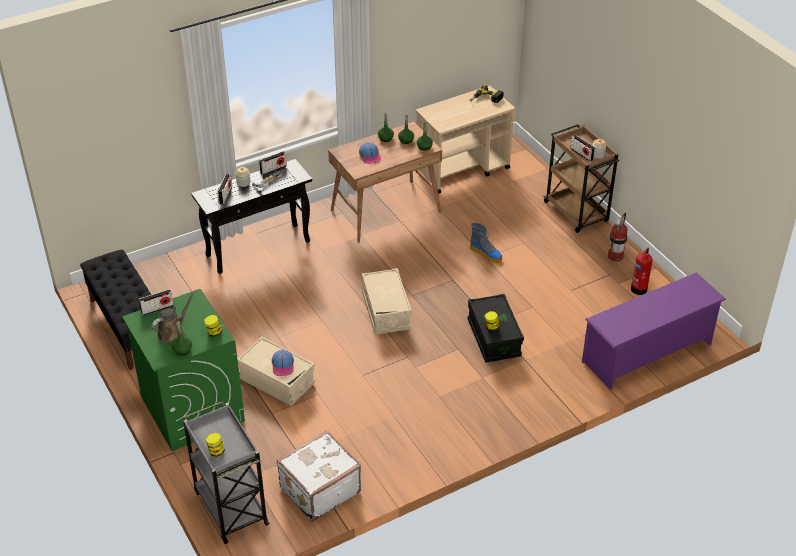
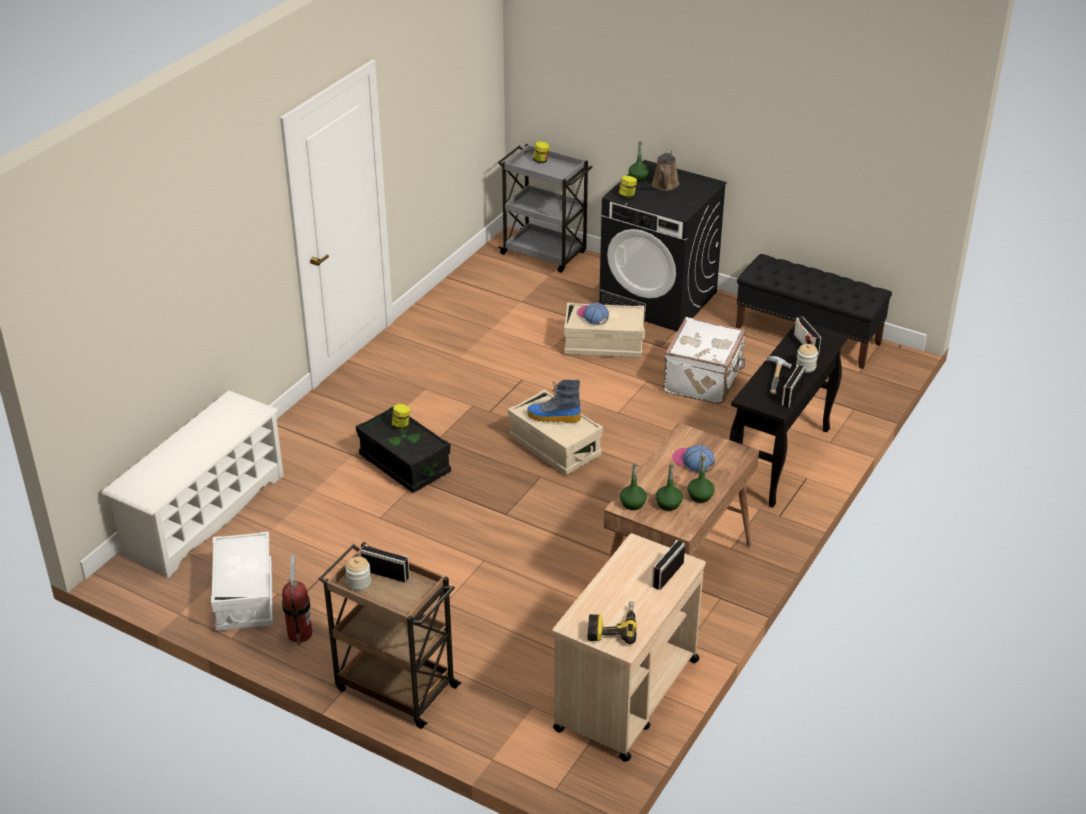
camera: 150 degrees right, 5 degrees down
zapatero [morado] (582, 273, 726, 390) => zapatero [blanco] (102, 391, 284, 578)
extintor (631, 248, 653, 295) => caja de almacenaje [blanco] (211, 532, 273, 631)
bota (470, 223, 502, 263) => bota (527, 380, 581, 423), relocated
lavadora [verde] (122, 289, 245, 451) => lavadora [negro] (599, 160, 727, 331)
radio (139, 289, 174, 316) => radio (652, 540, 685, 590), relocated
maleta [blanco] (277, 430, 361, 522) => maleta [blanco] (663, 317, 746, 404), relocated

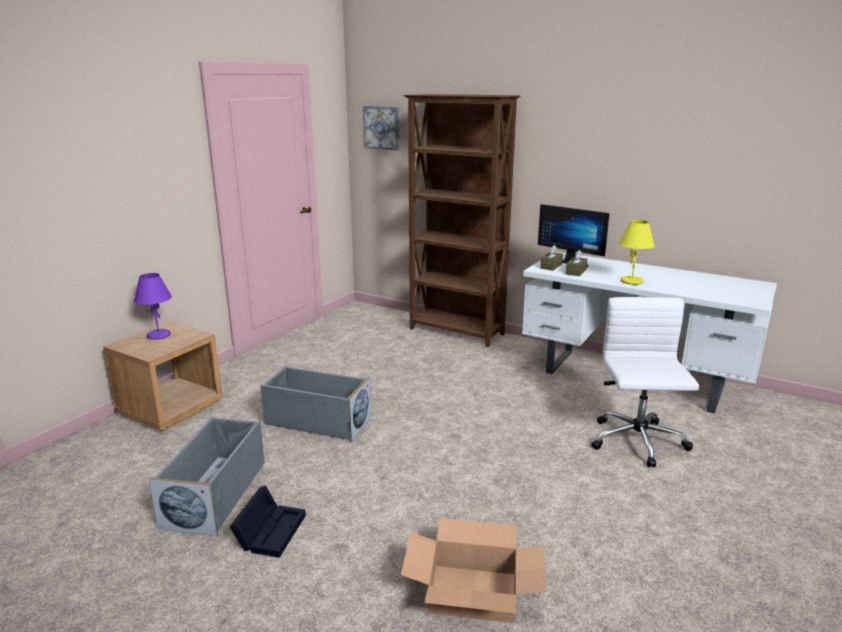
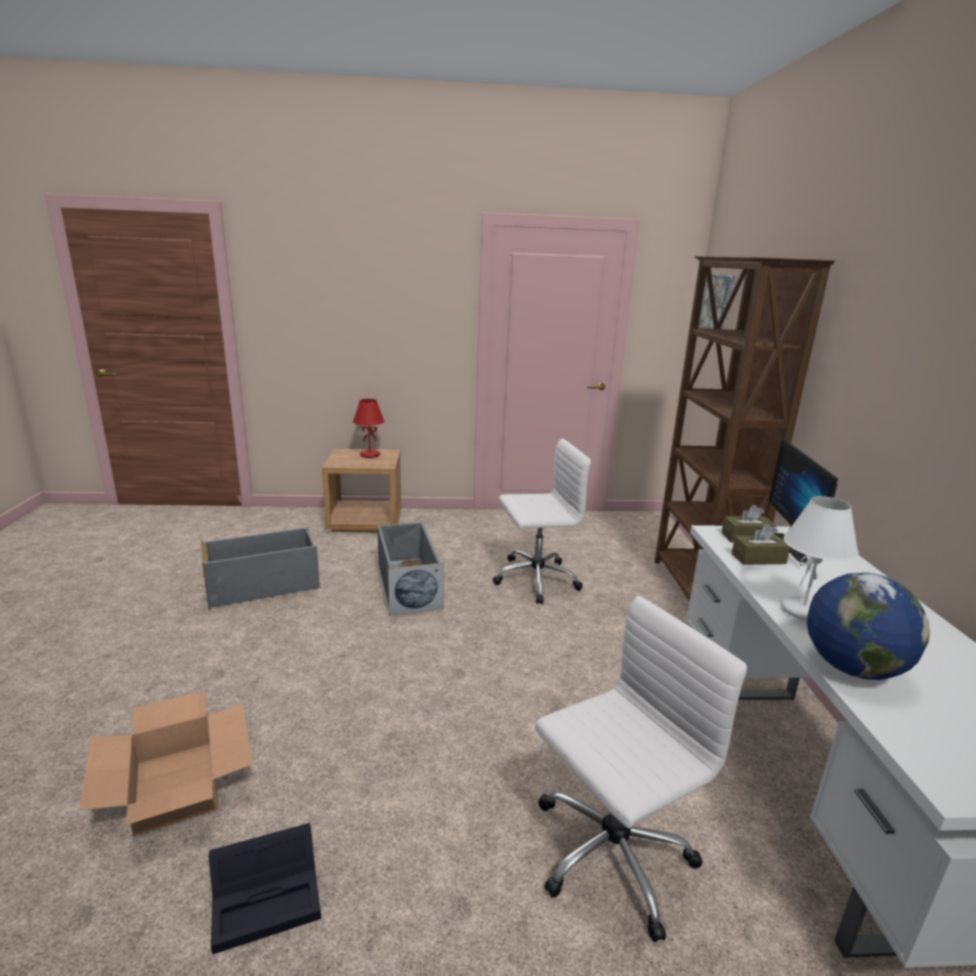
camera: 55 degrees right, 0 degrees up
caja de almacenaje [negro] (229, 485, 306, 558) => caja de almacenaje [negro] (209, 823, 321, 955), relocated
lámpara de mesa [morado] (134, 273, 172, 340) => lámpara de mesa [rojo] (353, 399, 385, 458)
nothing => silla de oficina [blanco] (493, 439, 591, 604)
lámpara de mesa [amarillo] (619, 220, 655, 285) => lámpara de mesa [blanco] (781, 496, 859, 621)
nothing => globo terráqueo (807, 572, 930, 680)

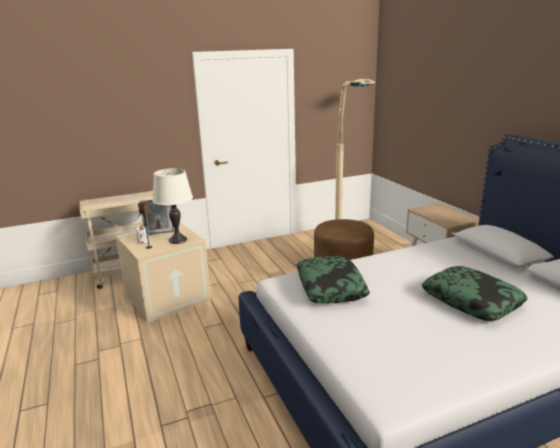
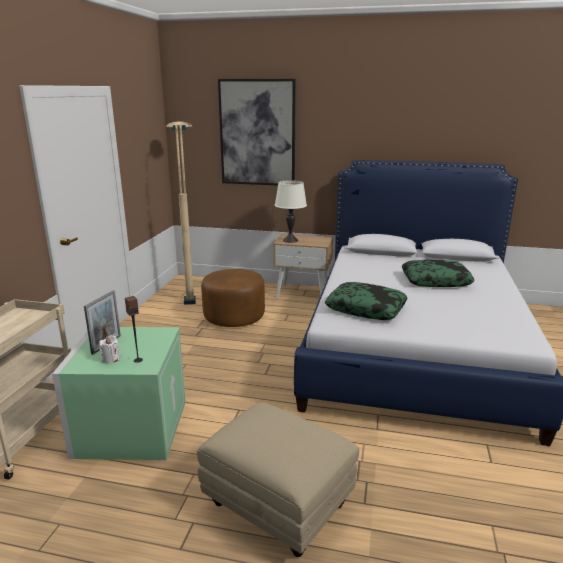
camera: 55 degrees left, 0 degrees up
caja de almacenaje [beis] (116, 223, 211, 323) => caja de almacenaje [verde] (52, 327, 186, 460)
nothing => puf [beis] (197, 402, 359, 557)
nothing => cuadro (218, 79, 296, 186)
lámpara de mesa [blanco] (152, 168, 193, 244) => lámpara de mesa [blanco] (275, 180, 307, 243), relocated

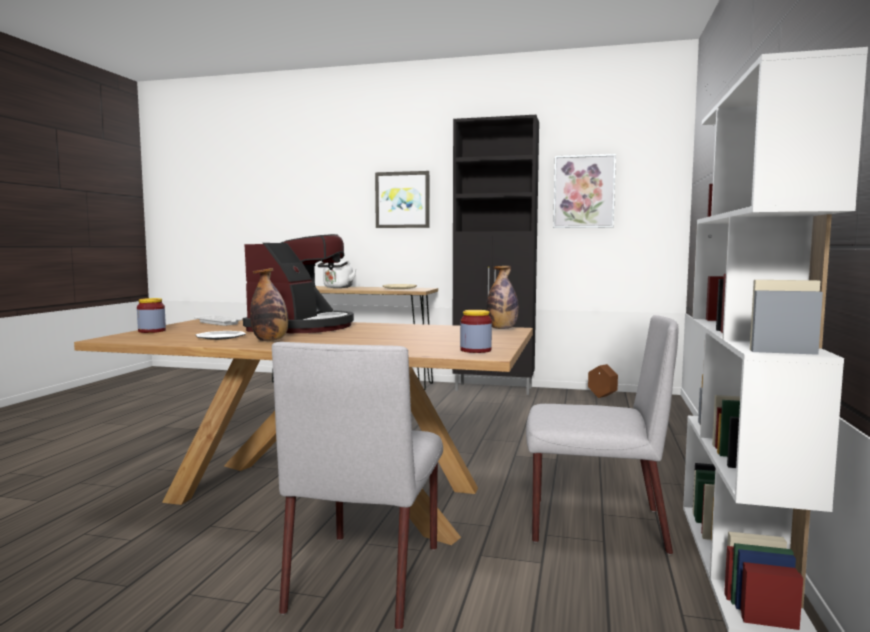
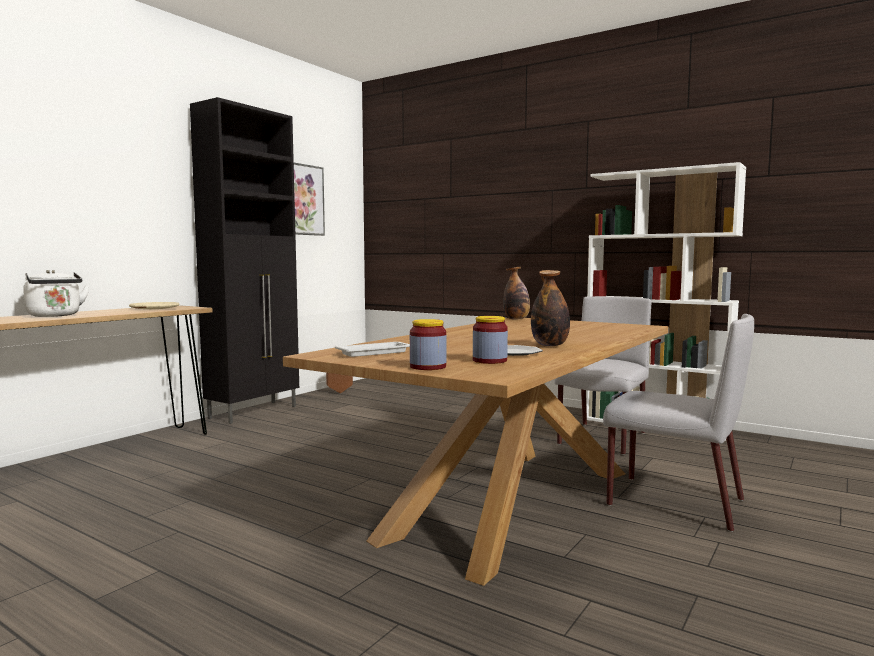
camera: 70 degrees left, 0 degrees up
tarro (460, 310, 492, 353) => tarro (473, 316, 508, 364), relocated
cafetera (243, 234, 354, 333) => nothing
cuadro (375, 171, 429, 228) => nothing

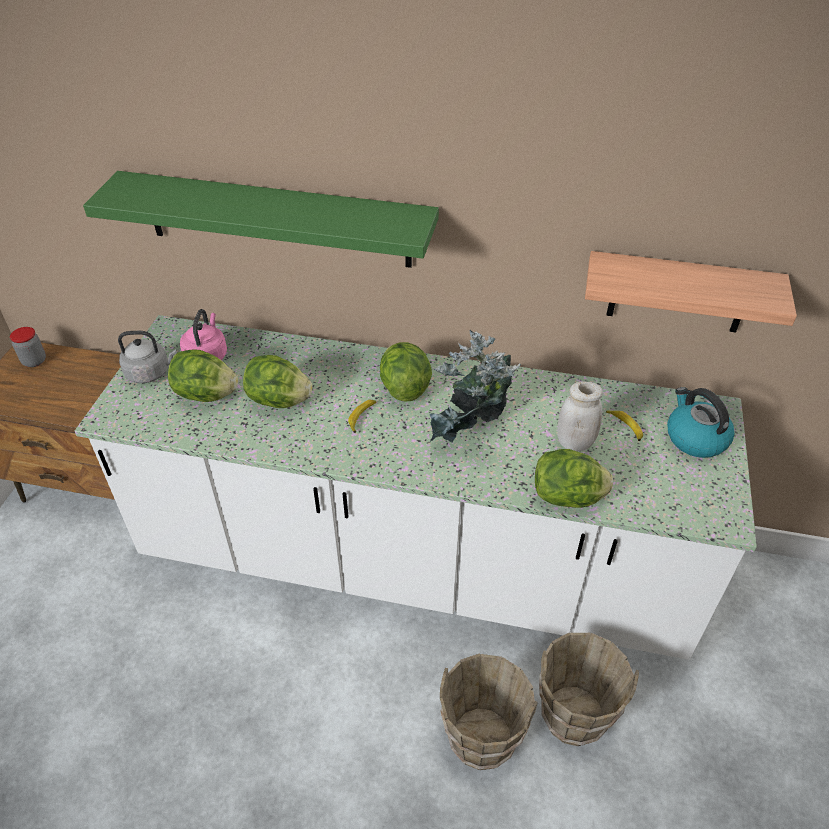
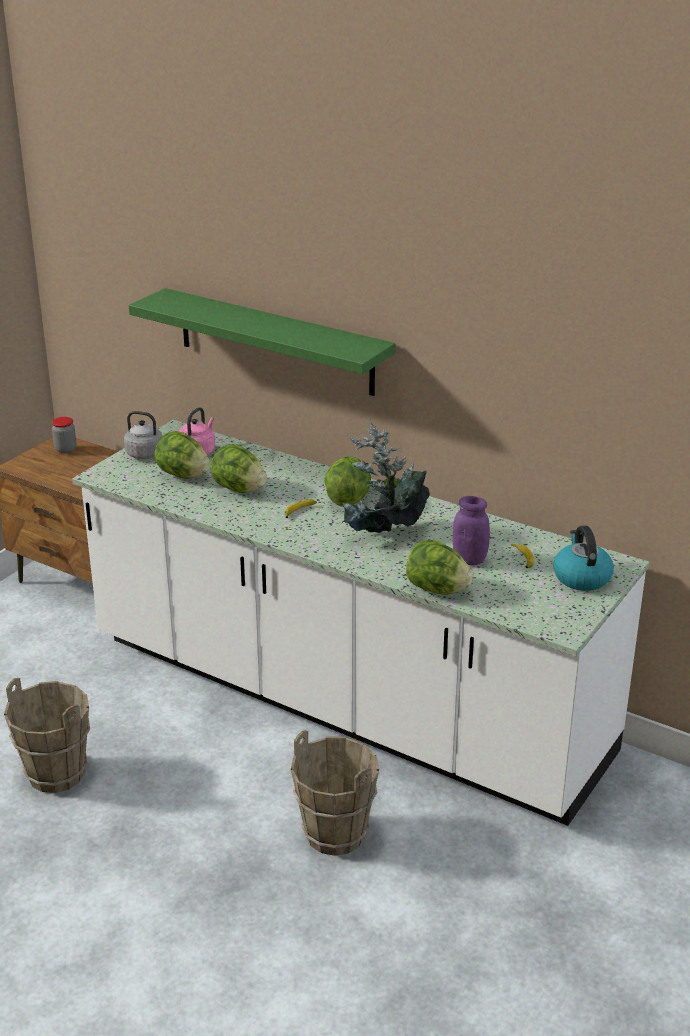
camera: 20 degrees right, 15 degrees down
cubo [marrón] (539, 633, 639, 746) => cubo [marrón] (4, 678, 90, 793), relocated
tarro [blanco] (557, 382, 603, 452) => tarro [morado] (452, 496, 490, 565)
estante (585, 251, 797, 333) => nothing

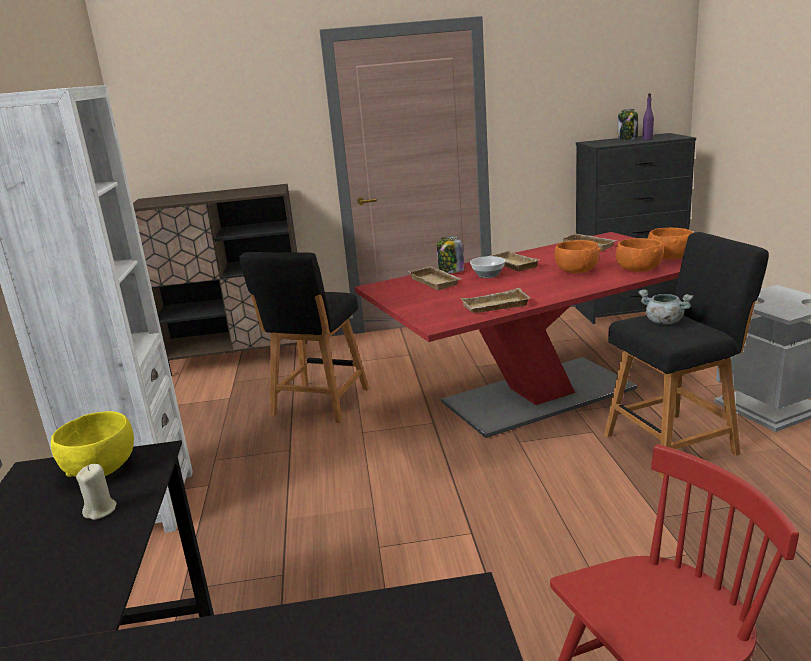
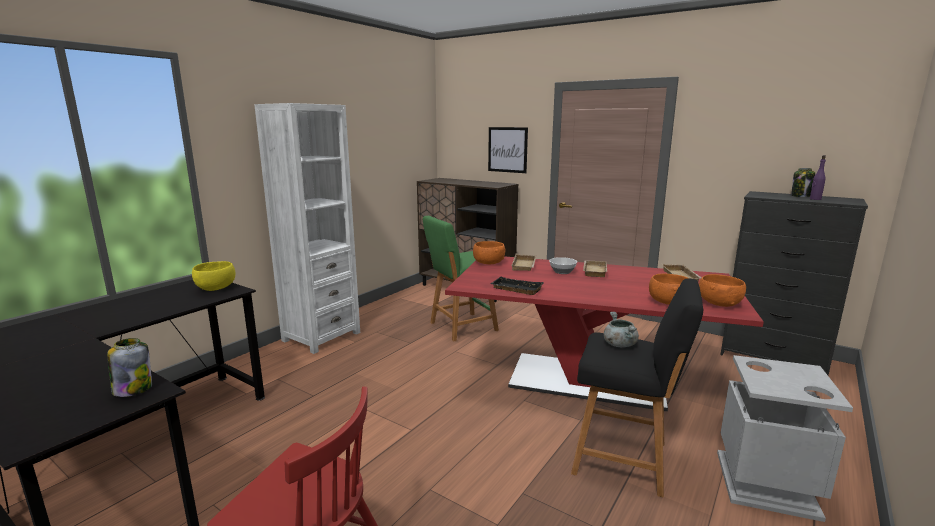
camera: 40 degrees right, 5 degrees down
tarro (437, 236, 465, 273) => tarro (107, 338, 152, 397), relocated
taburete [negro] (240, 252, 369, 423) => taburete [verde] (423, 216, 499, 341)
cuenco [naranja] (554, 240, 600, 273) => cuenco [naranja] (473, 241, 505, 264), relocated
nothing => cuadro (488, 127, 528, 173)
bandeja [beis] (461, 288, 531, 313) => bandeja [negro] (490, 277, 544, 295)
vela [beis] (76, 464, 117, 520) => nothing

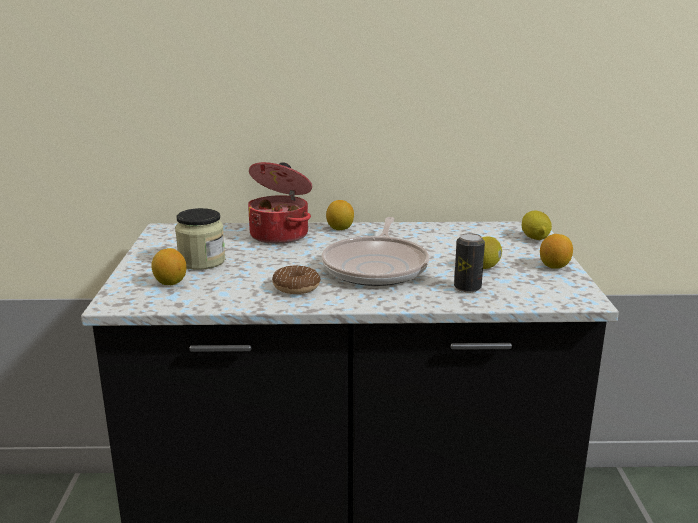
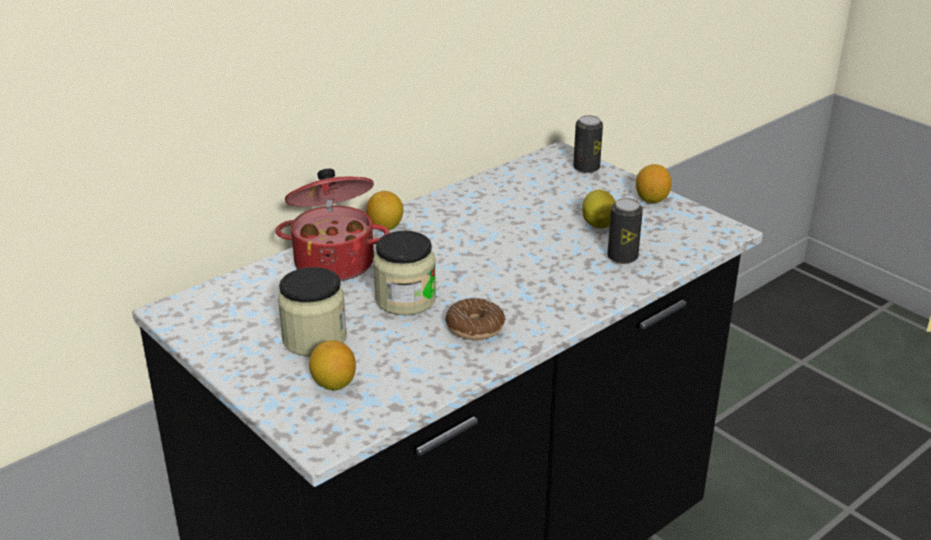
camera: 40 degrees left, 10 degrees up
nothing => tarro (373, 231, 436, 315)
limón (522, 211, 552, 240) => lata (573, 115, 603, 173)
sartén (322, 217, 429, 286) => nothing

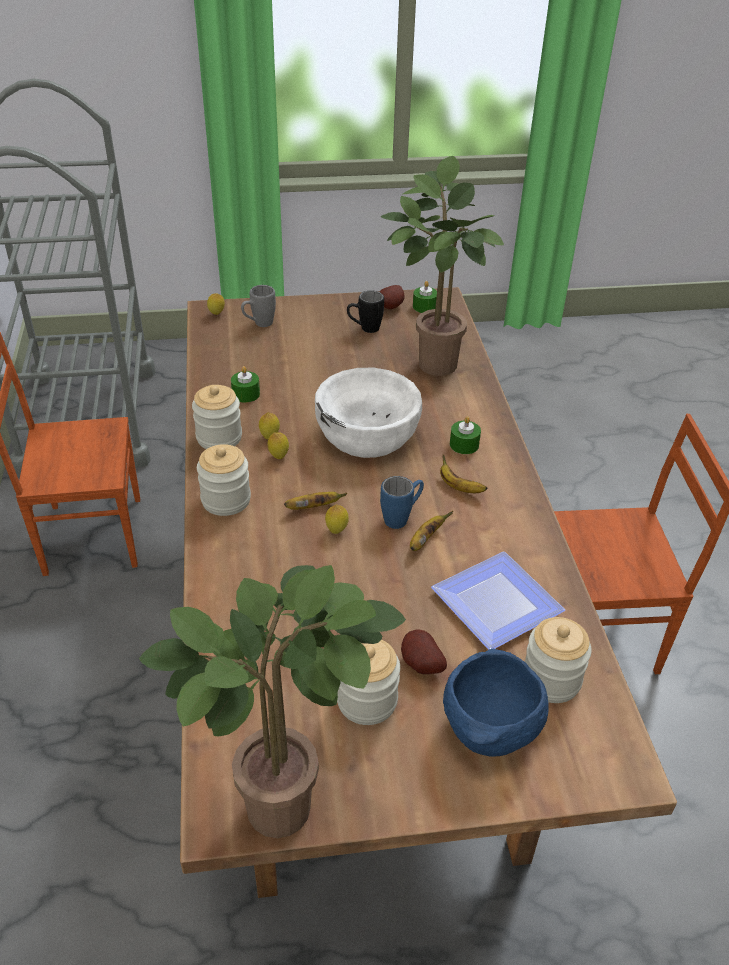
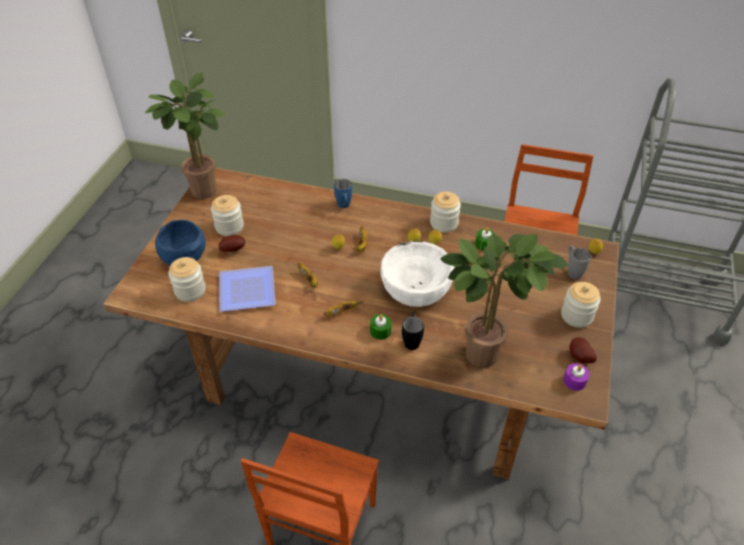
camera: 115 degrees right, 5 degrees up
taza grande [azul] (380, 476, 424, 529) => taza grande [azul] (334, 179, 352, 208), relocated
taza grande [negro] (347, 290, 384, 333) => taza grande [negro] (402, 312, 424, 350), relocated
tarro (197, 444, 251, 516) => tarro (561, 282, 601, 328), relocated
vela [verde] (413, 281, 437, 313) => vela [morado] (563, 363, 590, 391)

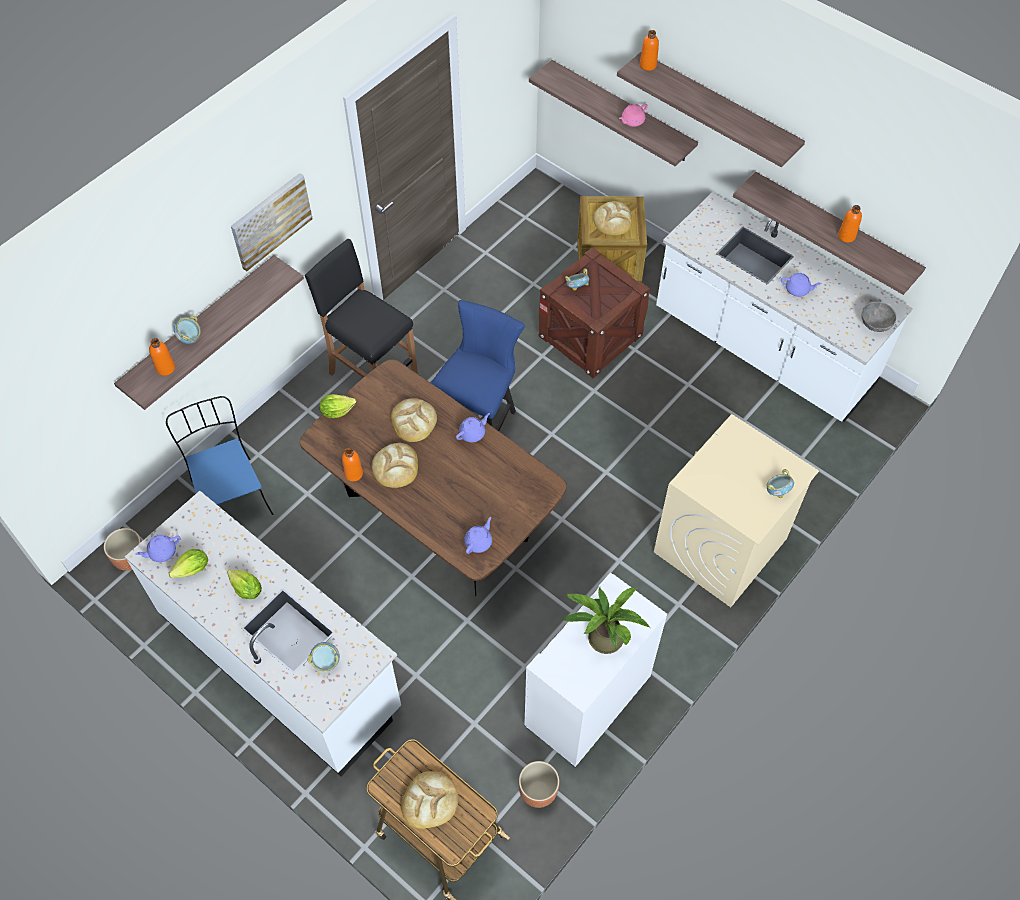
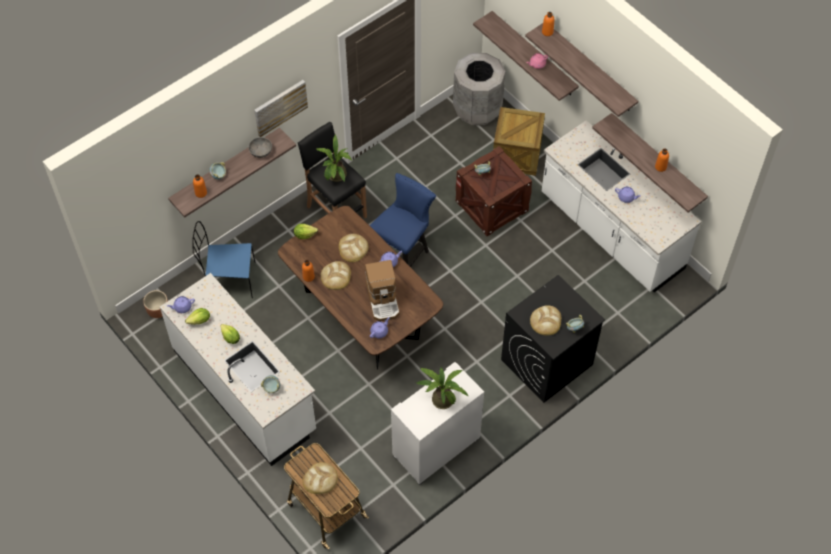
camera: 10 degrees right, 0 degrees up
silla [azul] (166, 396, 273, 515) => silla [azul] (192, 221, 256, 298), 75 degrees counterclockwise
cuenco [gris] (862, 301, 896, 332) => cuenco [gris] (249, 137, 272, 158), relocated
nothing => planta en maceta (316, 135, 352, 182)
nothing => cafetera (365, 260, 399, 321)
nothing => papelera [gris] (453, 53, 506, 125)
lavadora [beis] (654, 414, 819, 607) => lavadora [negro] (501, 275, 605, 403)
pan (593, 201, 632, 235) => pan (530, 305, 561, 336), relocated
maceta [marrón] (519, 761, 559, 808) => nothing

